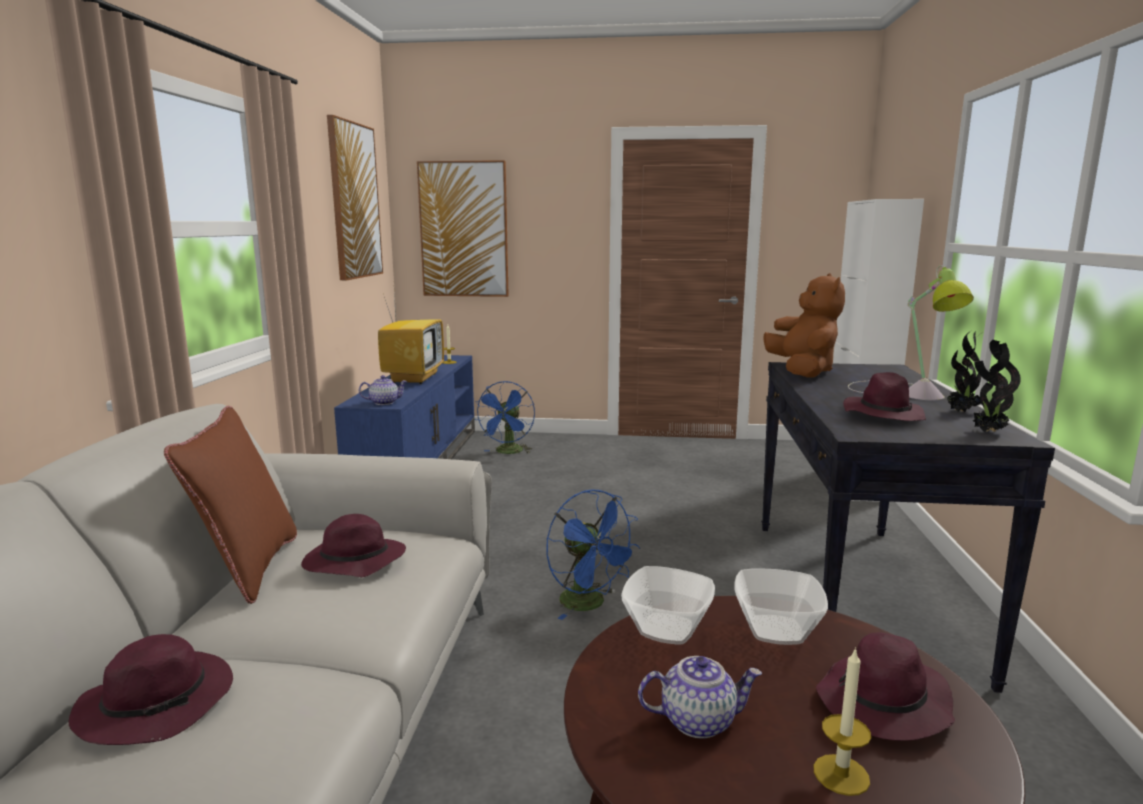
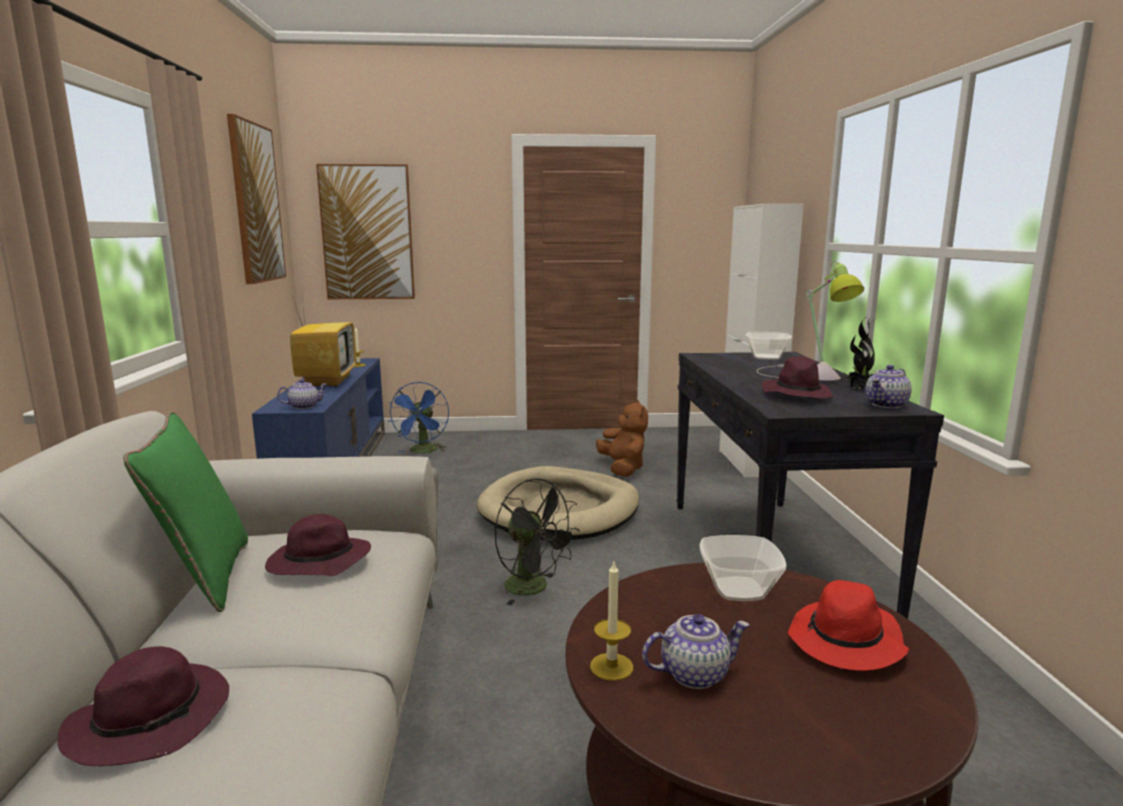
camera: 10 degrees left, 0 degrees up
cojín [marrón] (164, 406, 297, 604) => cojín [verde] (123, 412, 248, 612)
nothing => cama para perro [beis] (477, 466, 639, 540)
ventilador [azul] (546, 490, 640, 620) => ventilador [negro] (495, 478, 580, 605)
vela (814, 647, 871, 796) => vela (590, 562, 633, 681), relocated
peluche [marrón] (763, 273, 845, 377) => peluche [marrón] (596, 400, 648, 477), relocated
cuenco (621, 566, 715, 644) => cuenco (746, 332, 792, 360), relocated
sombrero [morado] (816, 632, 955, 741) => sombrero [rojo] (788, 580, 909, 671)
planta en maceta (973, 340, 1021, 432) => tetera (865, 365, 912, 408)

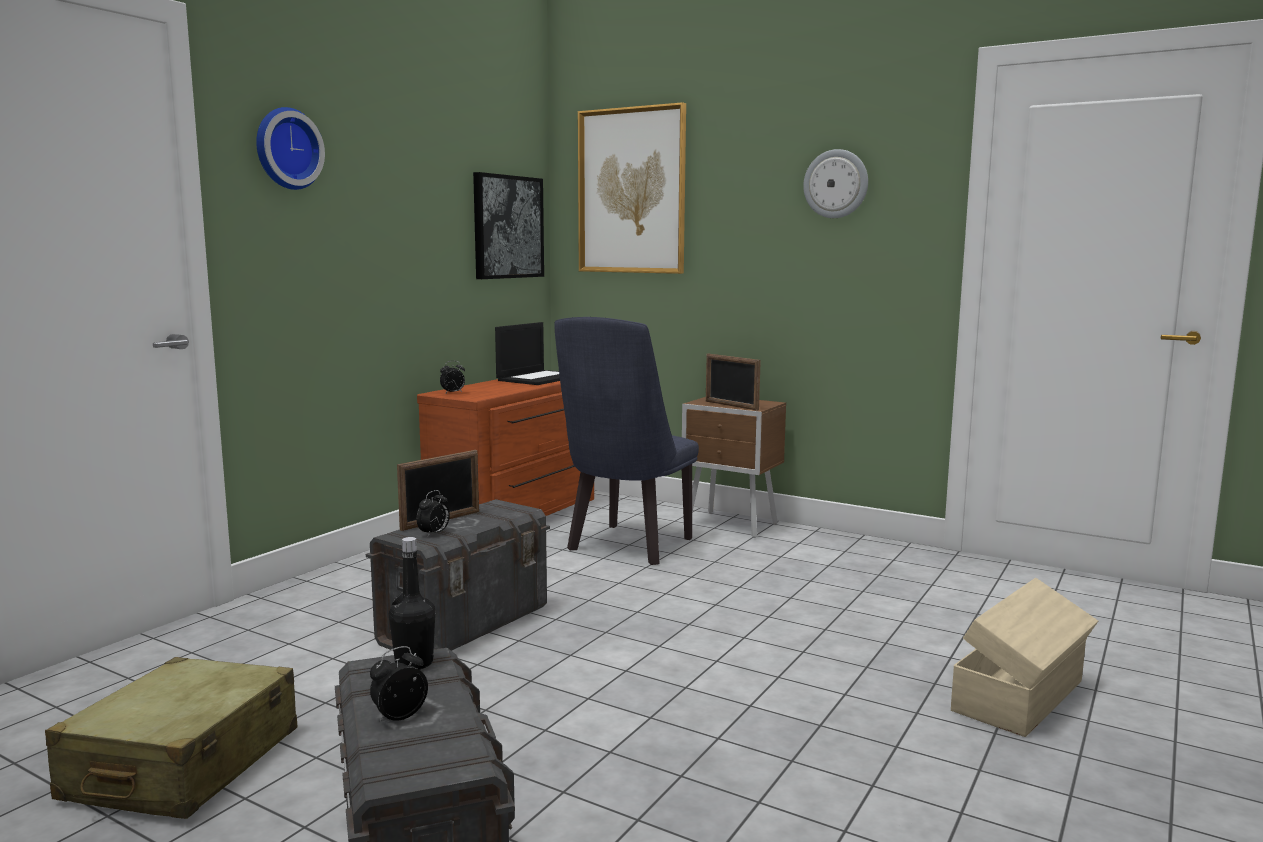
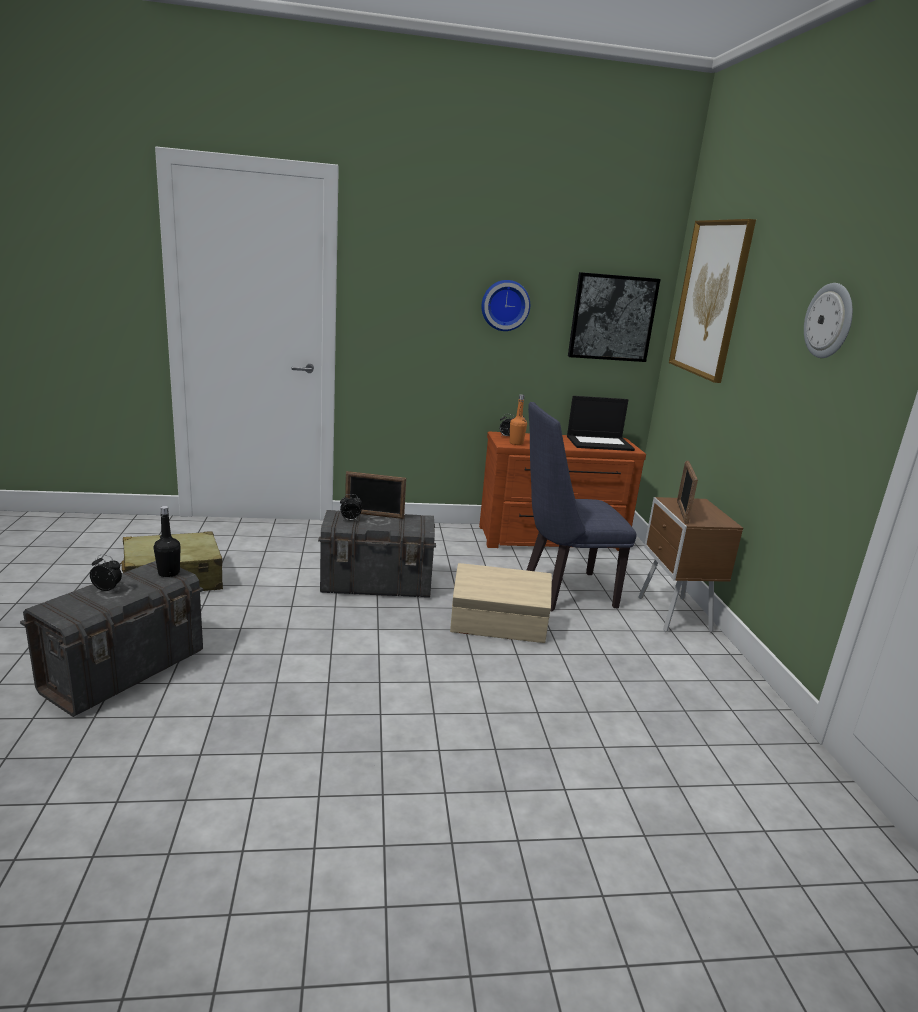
camera: 50 degrees right, 10 degrees up
caja de almacenaje [beis] (951, 578, 1098, 737) => caja de almacenaje [beis] (450, 563, 552, 643), relocated
reloj de pared (256, 107, 325, 190) => reloj de pared (482, 280, 530, 331), relocated
nothing => botella [naranja] (509, 394, 527, 445)

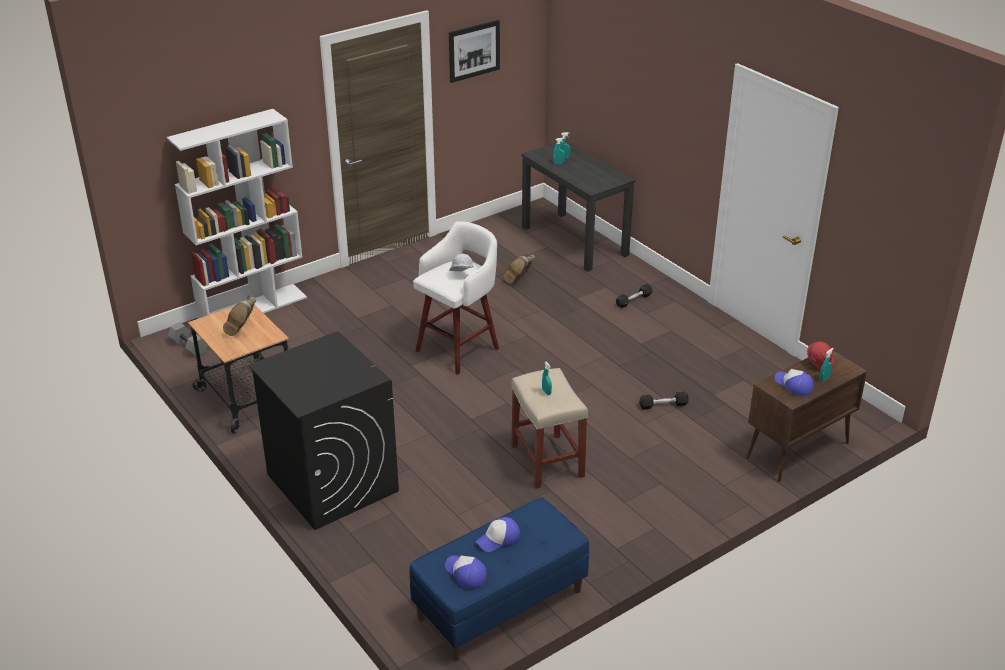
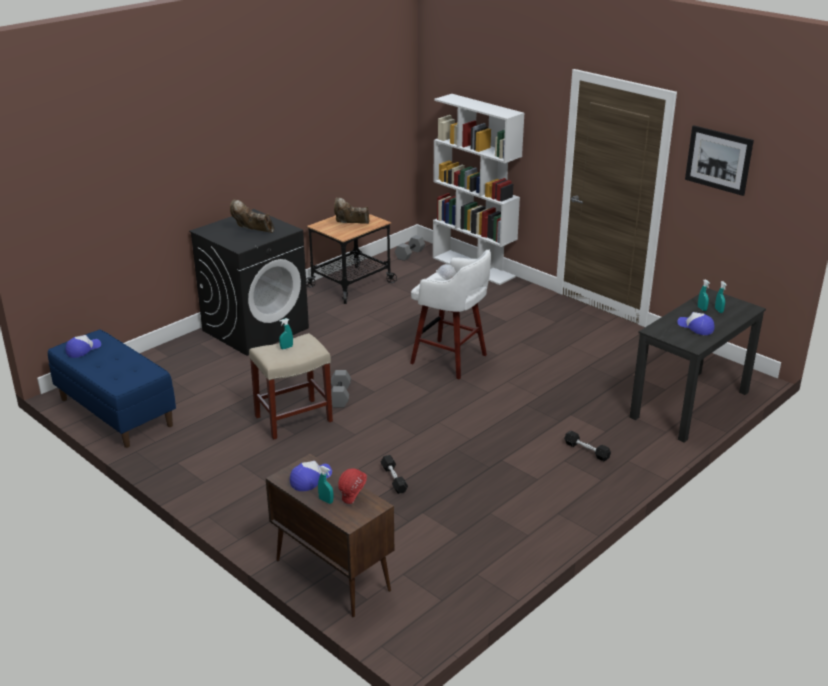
camera: 80 degrees right, 5 degrees down
bota [marrón] (504, 253, 535, 283) => bota [marrón] (230, 199, 274, 233), relocated
nothing => mancuerna [gris] (331, 370, 351, 408)
gorra (476, 517, 520, 552) => gorra (677, 312, 714, 335), relocated

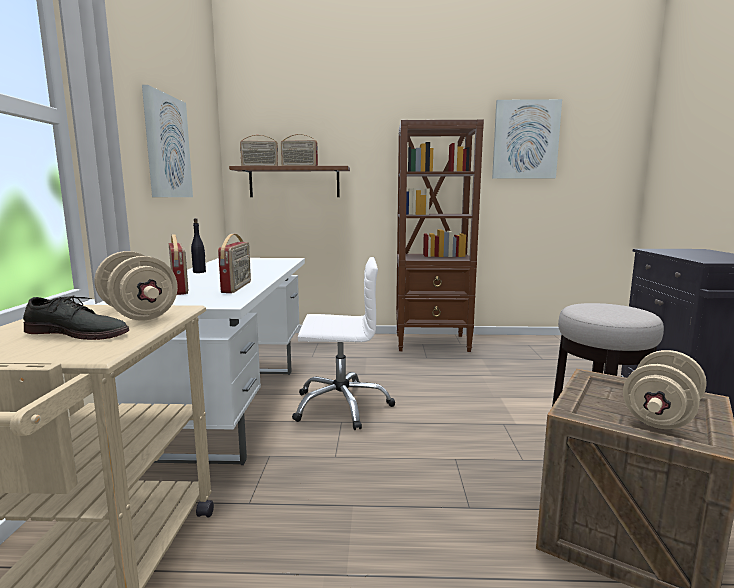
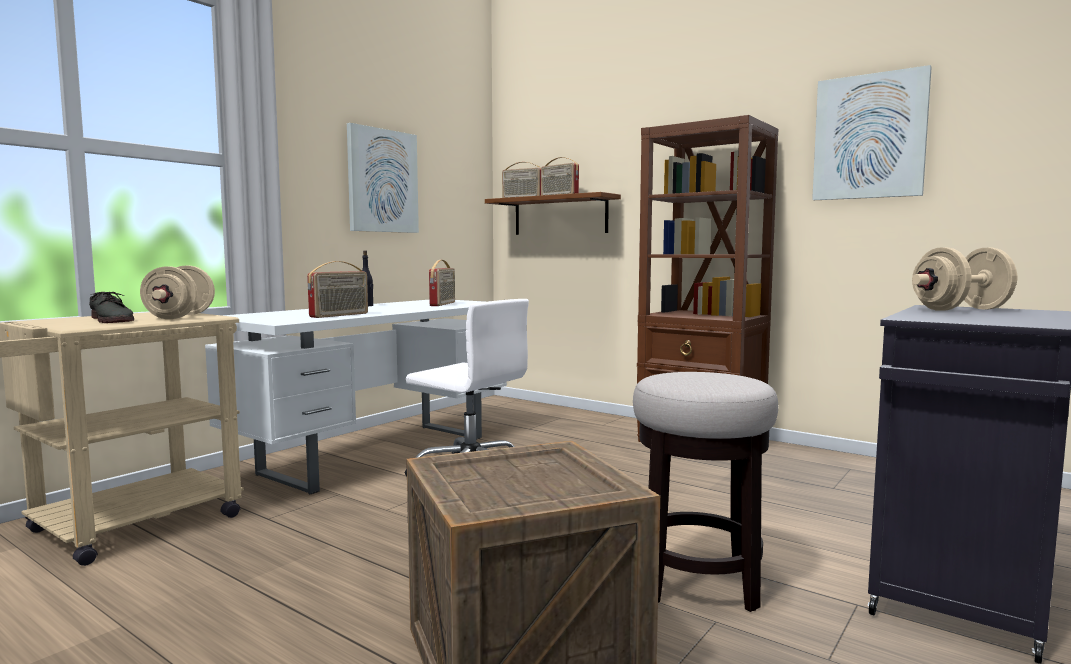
camera: 35 degrees right, 5 degrees down
radio (169, 234, 188, 295) => radio (429, 260, 455, 306), relocated
mancuerna [beis] (623, 350, 707, 429) => mancuerna [beis] (912, 247, 1017, 311), relocated

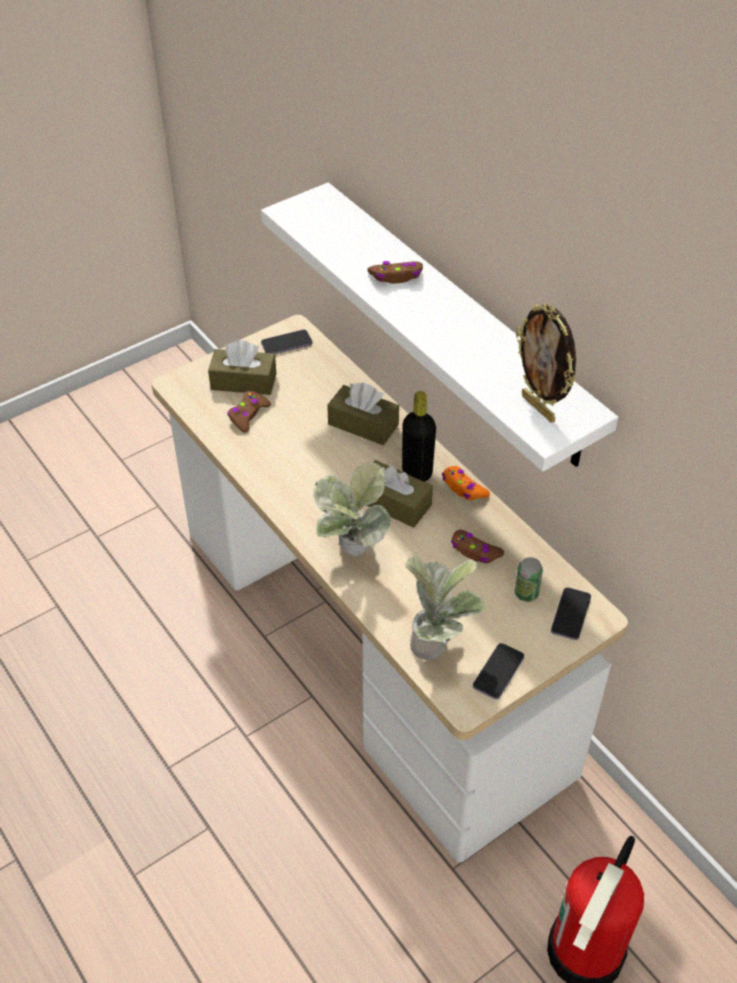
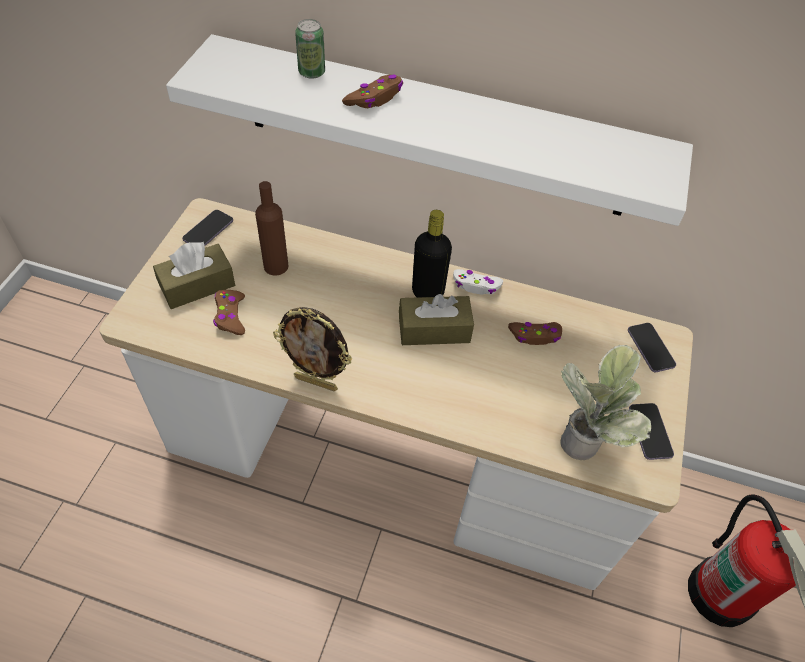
camera: 40 degrees left, 5 degrees up
nothing => botella [marrón] (255, 181, 288, 276)
portarretratos (516, 304, 576, 423) => portarretratos (273, 307, 352, 391), relocated
lata (515, 557, 543, 602) => lata (295, 19, 325, 79), relocated
mando de consola [naranja] (442, 466, 490, 500) => mando de consola [blanco] (453, 269, 503, 295)
planta en maceta (313, 462, 391, 556) => nothing
caja de pañuelos [marrón] (327, 383, 399, 445) => nothing

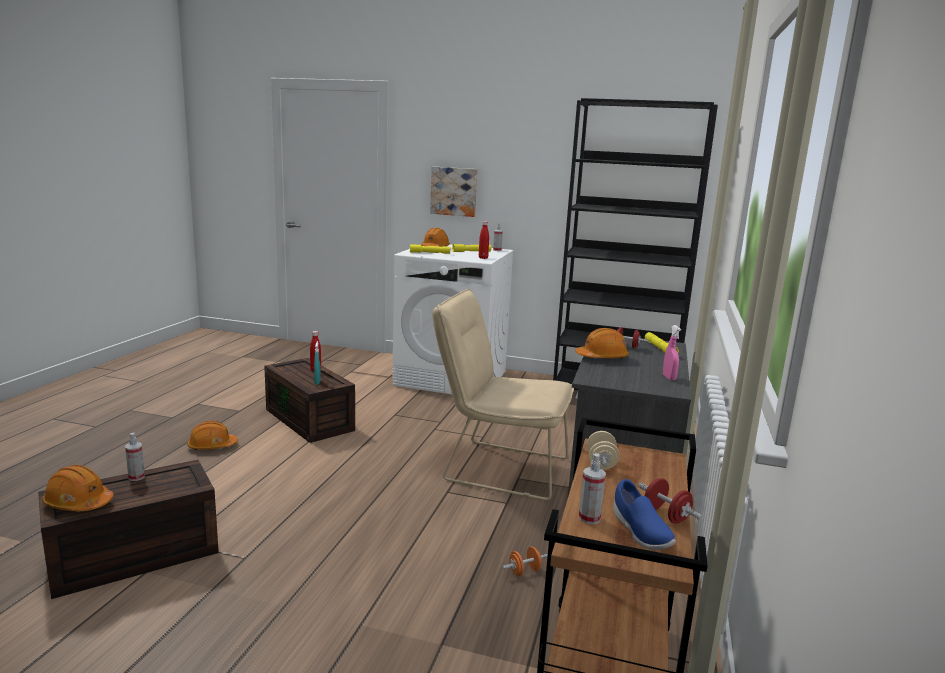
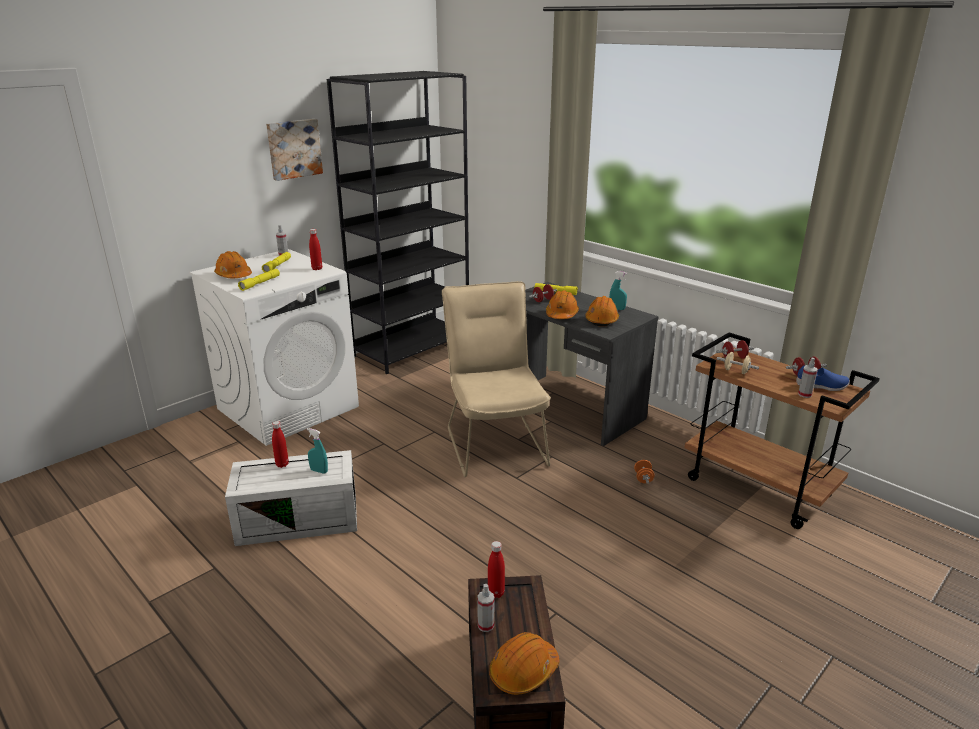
camera: 60 degrees left, 10 degrees up
caja de almacenaje [marrón] (264, 358, 355, 443) => caja de almacenaje [blanco] (225, 450, 357, 546)
cuadro (430, 167, 478, 217) => cuadro (266, 119, 323, 181), relocated
silla [beis] (432, 289, 574, 501) => silla [beis] (442, 281, 551, 477), 120 degrees clockwise
nothing => botella [rojo] (488, 541, 505, 598)
casco [naranja] (187, 421, 238, 450) => casco [naranja] (586, 296, 619, 327), relocated
pulverizador [rosa] (663, 325, 681, 380) => pulverizador [turquesa] (609, 271, 627, 310)
nothing => mancuerna [rojo] (716, 340, 754, 359)

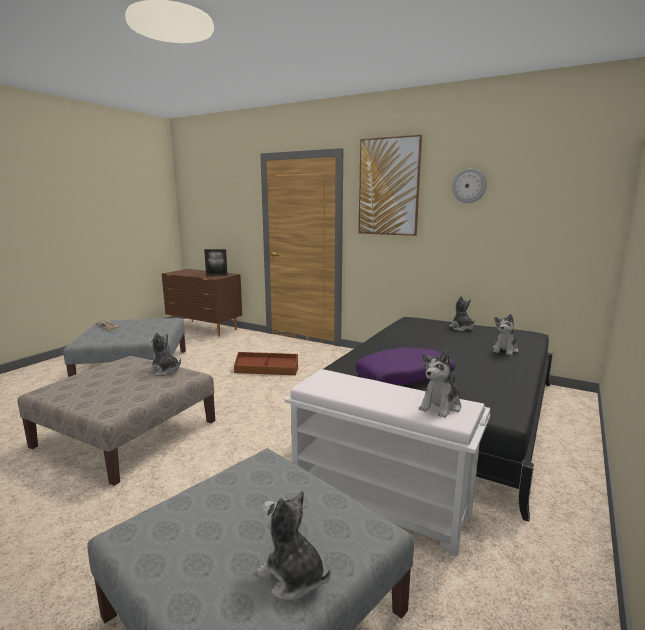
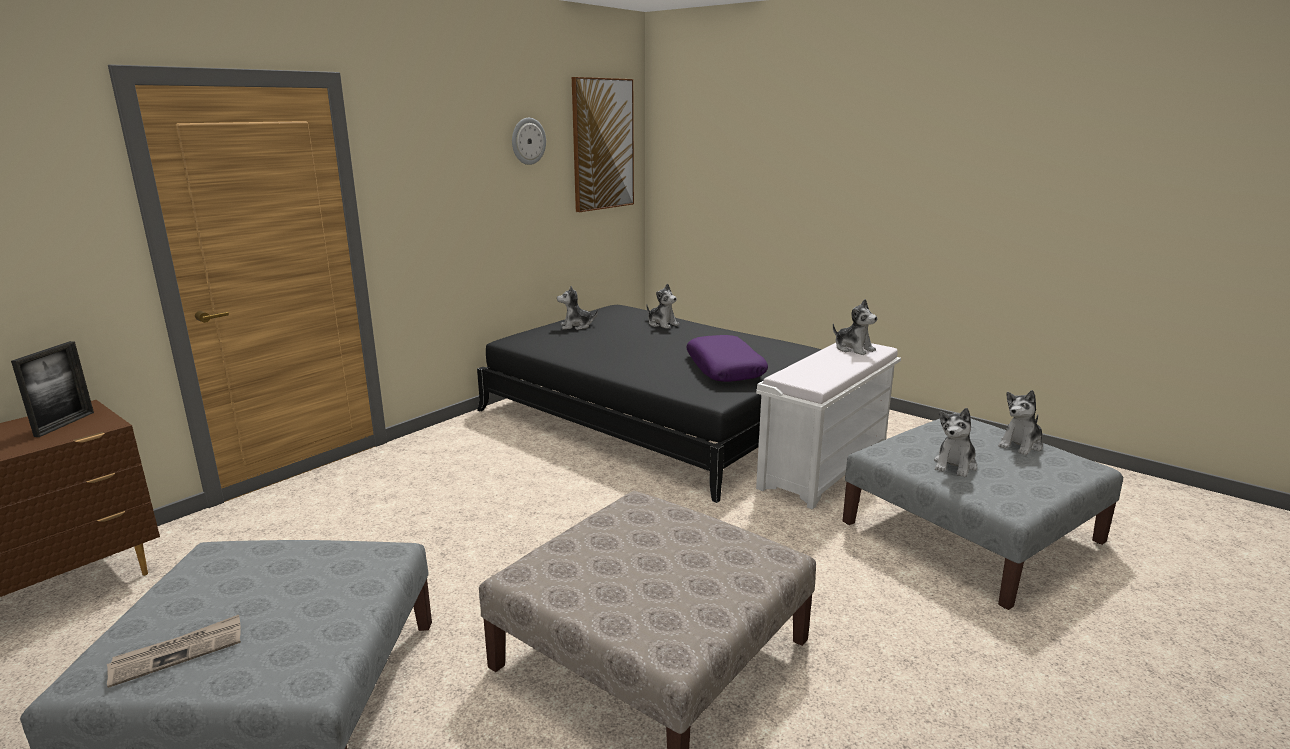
camera: 80 degrees left, 5 degrees up
cuadro (358, 135, 422, 236) => cuadro (572, 77, 634, 212), relocated
peluche (148, 332, 181, 376) => peluche (934, 408, 977, 477), relocated
caja de almacenaje [marrón] (234, 352, 298, 375) => nothing

